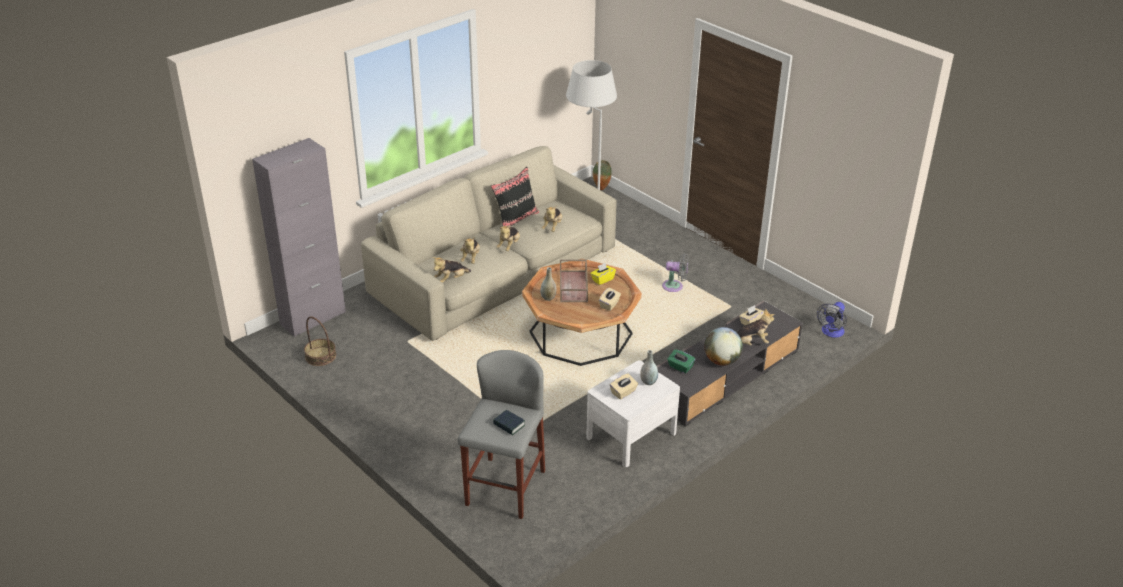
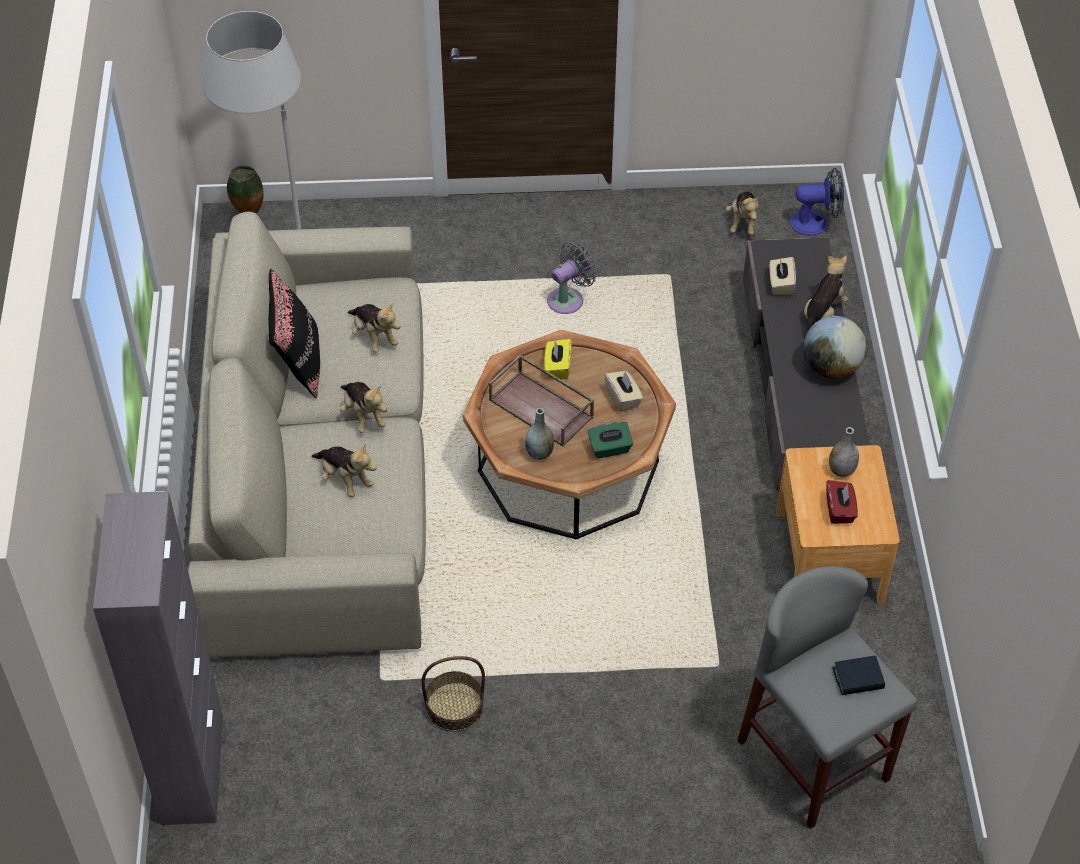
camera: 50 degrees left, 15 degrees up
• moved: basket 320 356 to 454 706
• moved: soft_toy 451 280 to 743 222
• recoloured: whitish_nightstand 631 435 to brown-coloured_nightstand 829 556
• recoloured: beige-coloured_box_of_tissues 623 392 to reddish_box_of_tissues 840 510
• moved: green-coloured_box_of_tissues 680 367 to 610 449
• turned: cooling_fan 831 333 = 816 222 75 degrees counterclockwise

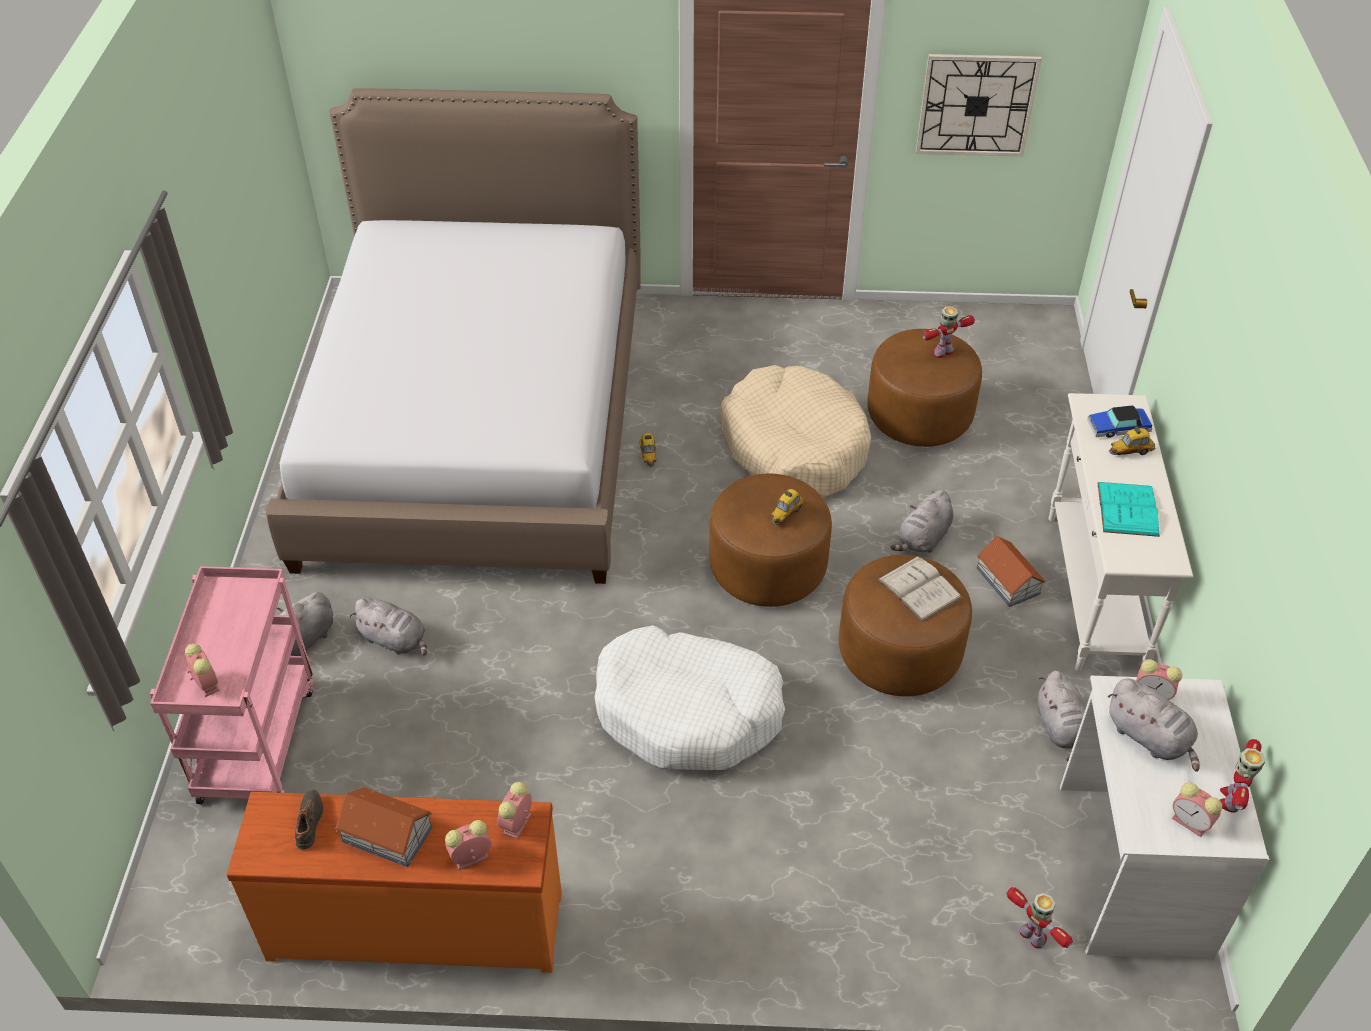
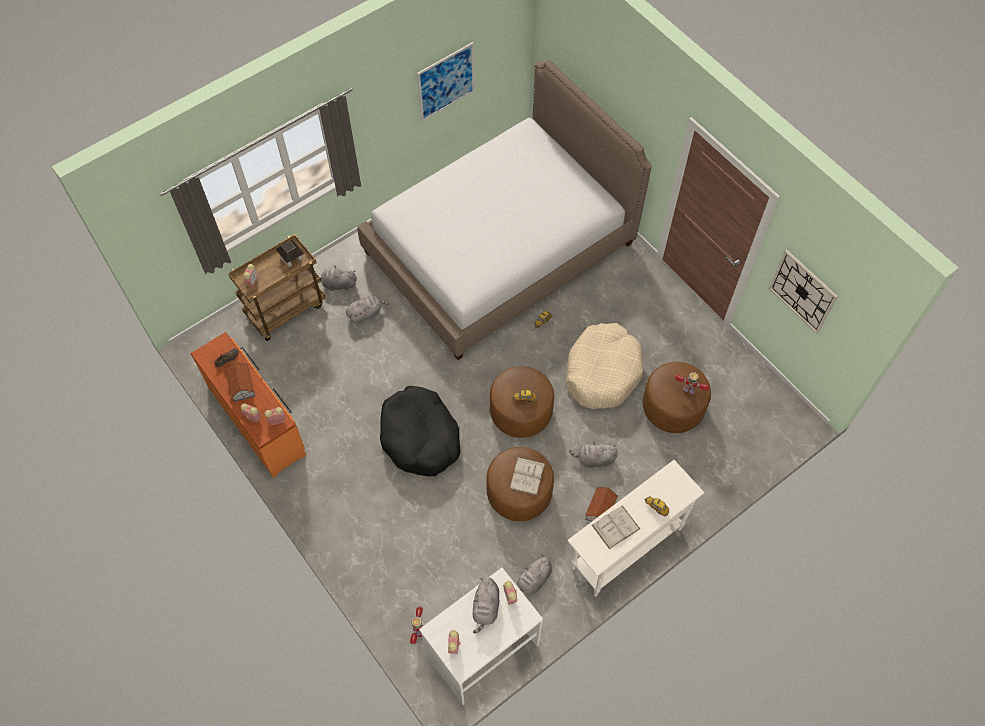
camera: 50 degrees right, 15 degrees up
• recoloured: pink-coloured_trolley 256 741 to brown-coloured_trolley 286 309
• turned: gray_soft_toy 395 640 = 366 313 105 degrees counterclockwise
• recoloured: whitish_dog_bed 687 712 to black_dog_bed 420 437
• removed: model_car 1118 428
• recoloured: turquoise_volume 1127 509 to whitish_volume 615 527
• removed: model_robot 1231 799
• added: miniature_house 291 258
• added: wall_art 446 82

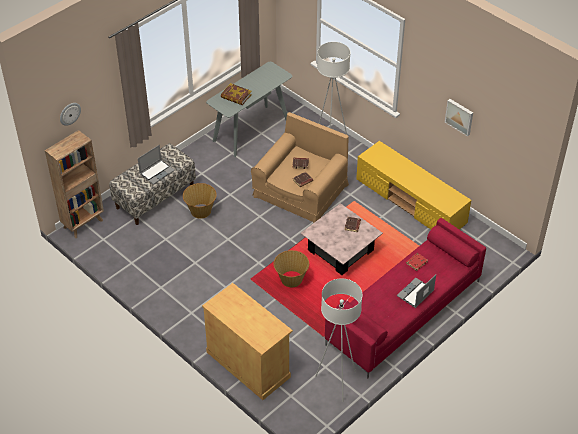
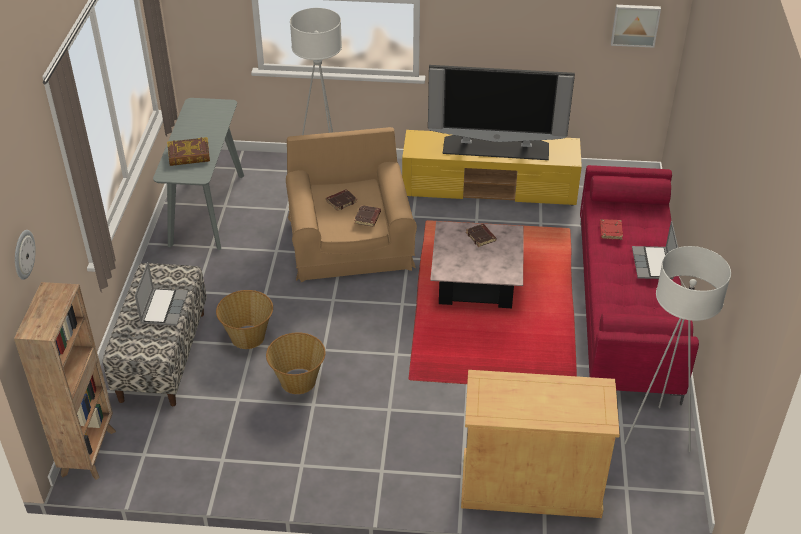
camera: 40 degrees left, 5 degrees down
• moved: basket 291 280 to 298 381
• moved: wall_art 459 116 to 635 24
• added: TV_set 496 147

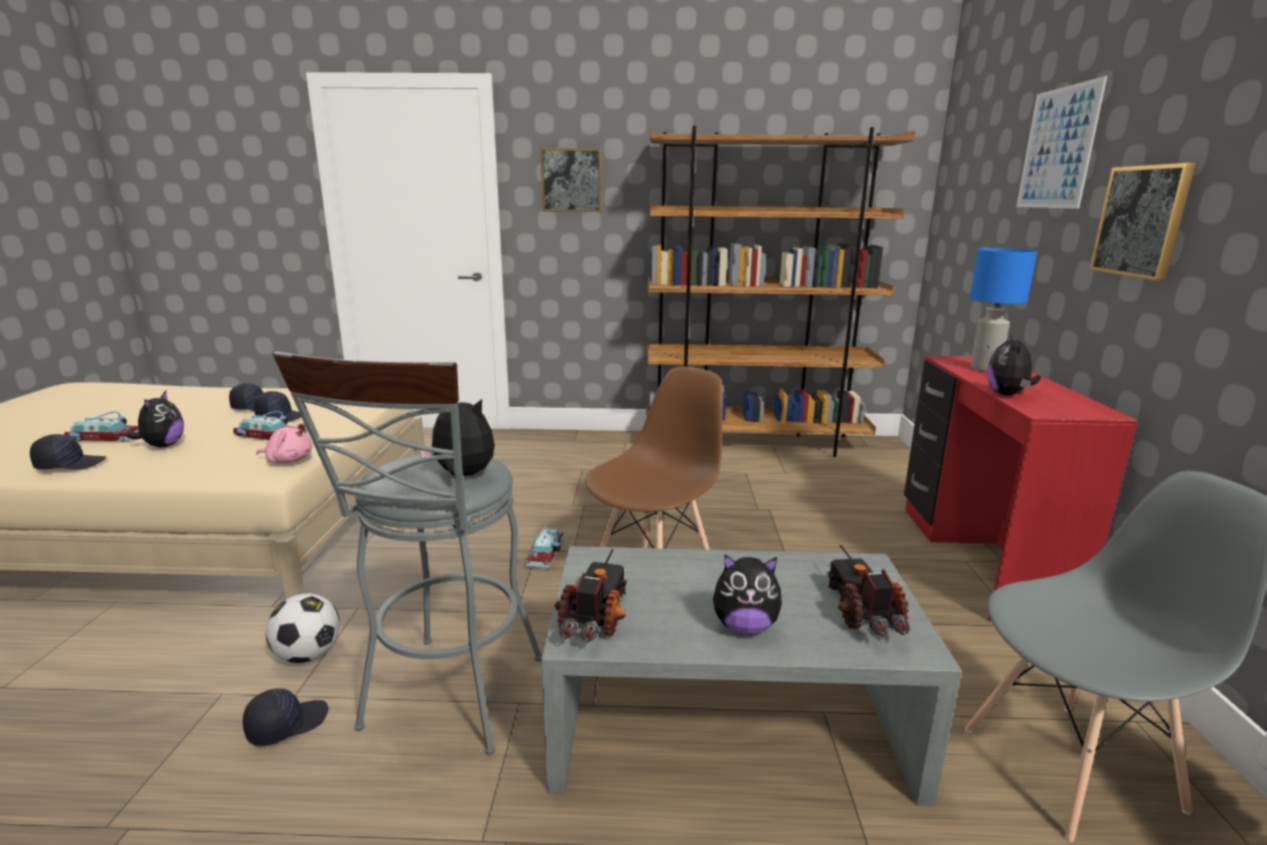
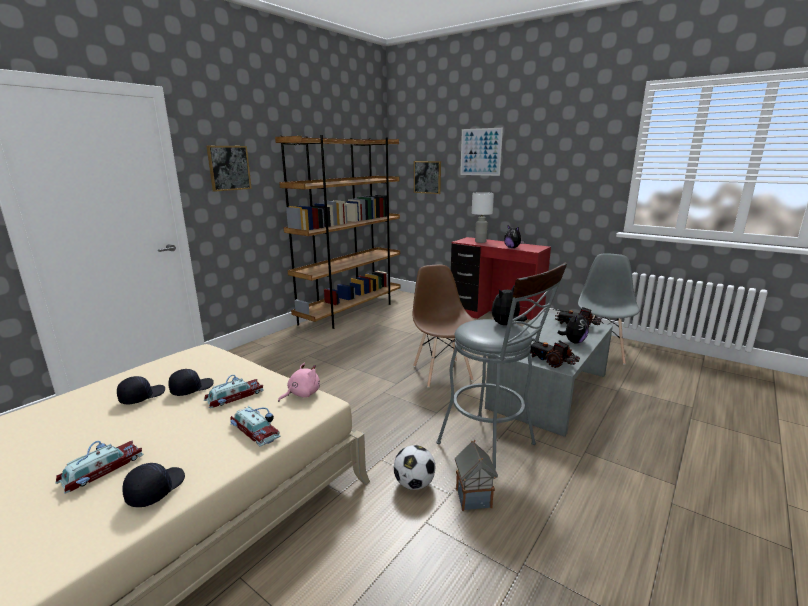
camera: 55 degrees left, 0 degrees up
• removed: soft_toy 163 446
• replaced: black_cap 287 724 to miniature_house 474 499
• moved: model_car 547 552 to 256 429
• recoloured: blue_lamp_for_a_table 985 369 to whitish_lamp_for_a_table 480 242
• moved: wall_art 1141 221 to 427 177

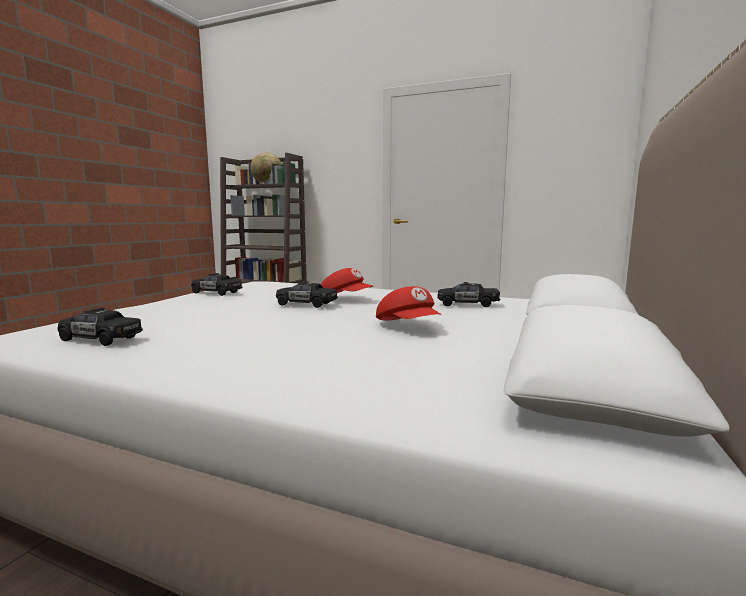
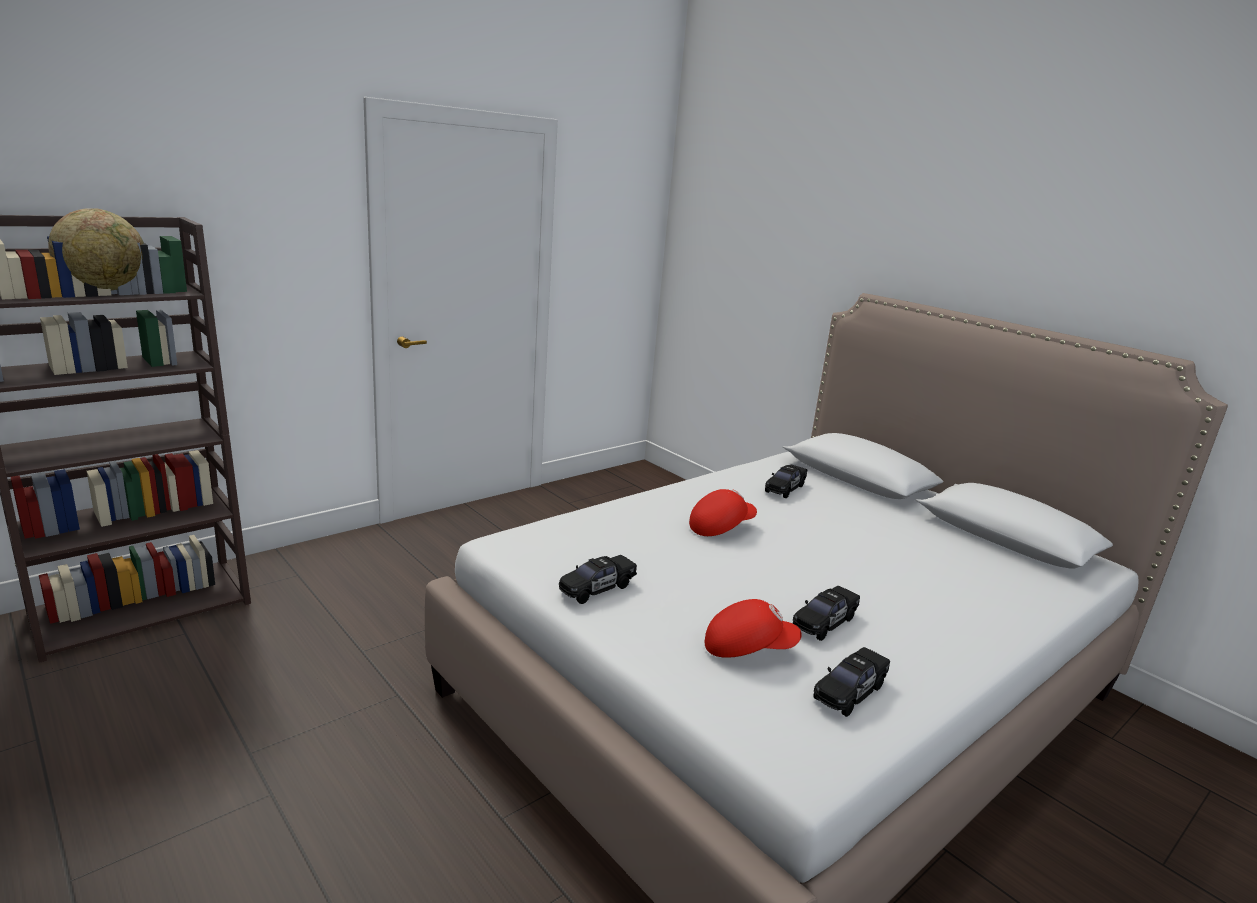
camera: 65 degrees left, 10 degrees up
• moved: black_model_car 306 304 to 824 622
• moved: reddish_cap 408 326 to 748 648

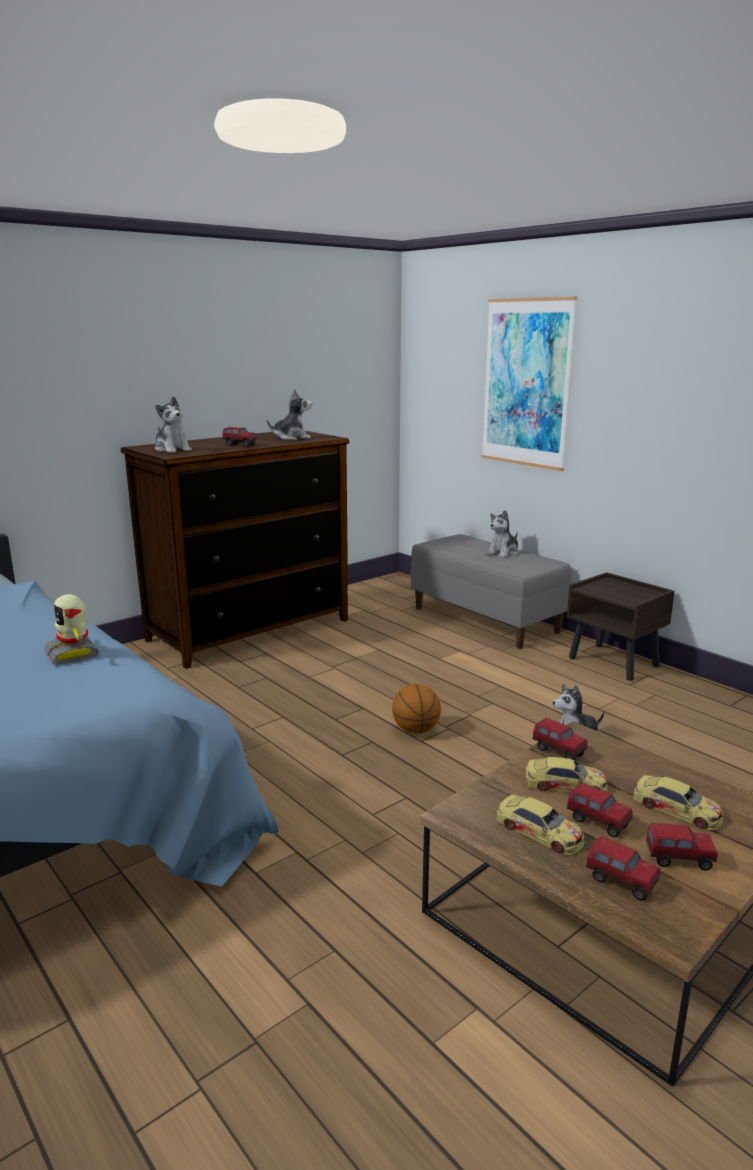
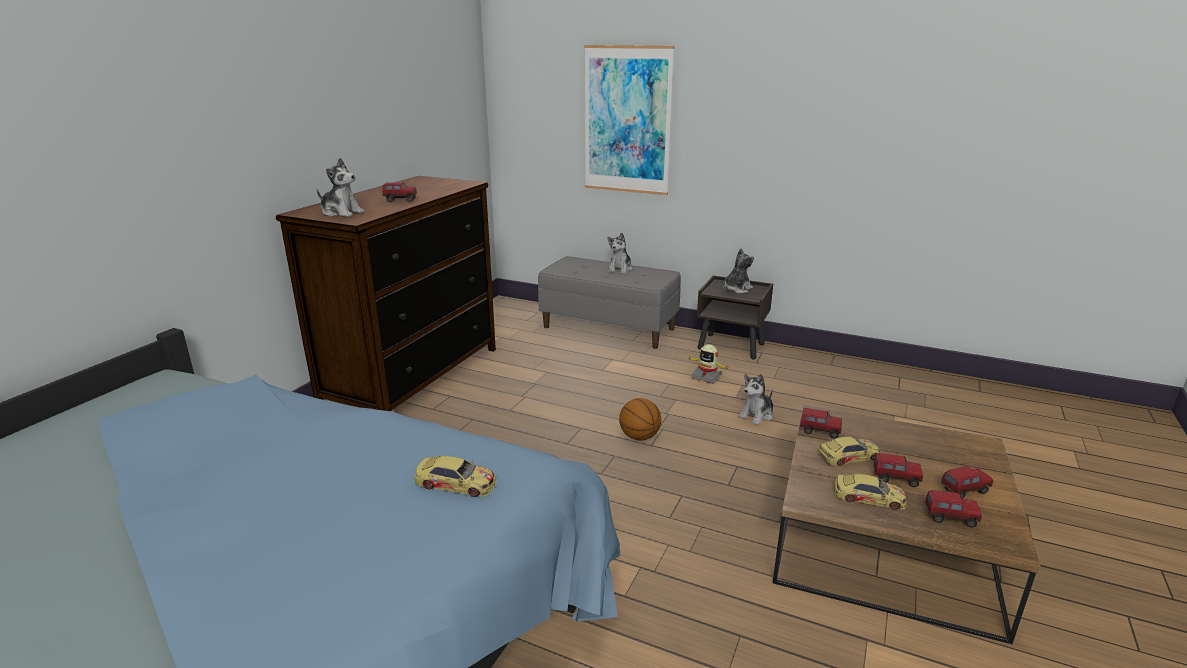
camera: 25 degrees left, 5 degrees up
• moved: model_robot 73 653 to 706 377
• moved: soft_toy 292 438 to 736 289
• moved: model_car 677 809 to 456 483

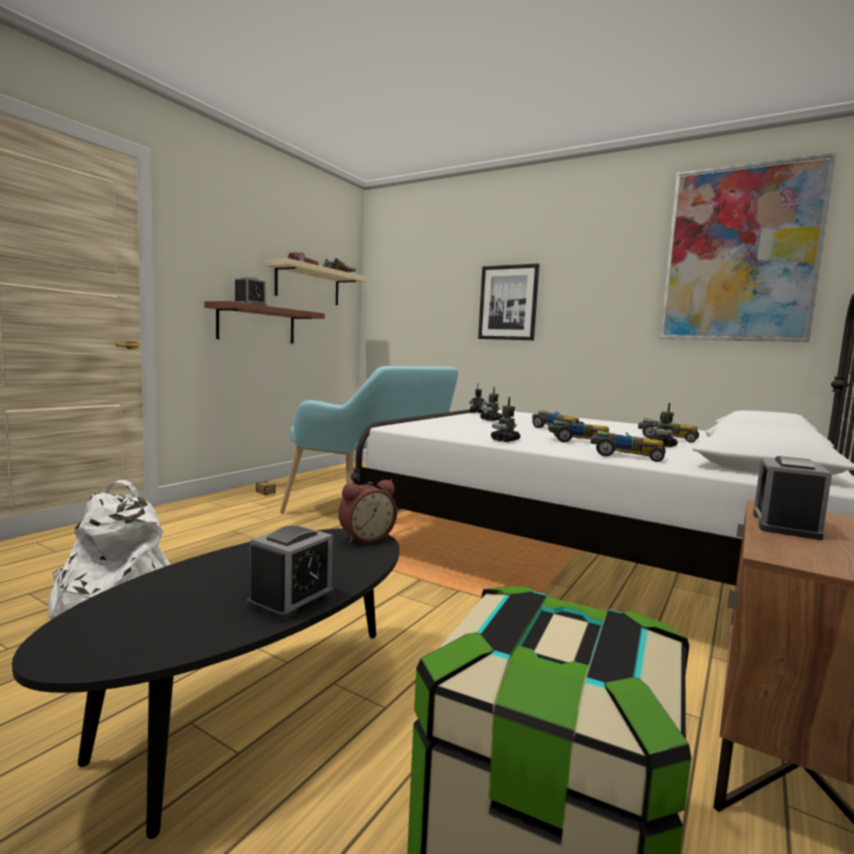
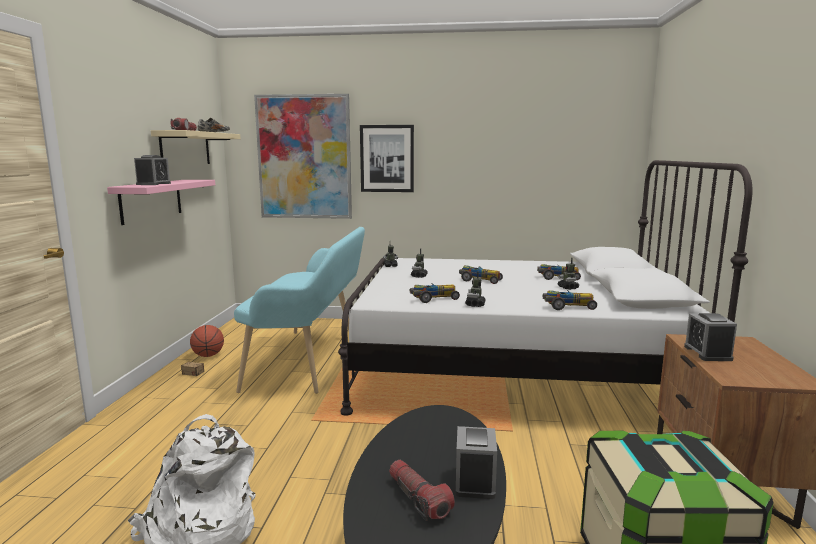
camera: 25 degrees left, 5 degrees up
• recoloured: brown-coloured_wall_shelf 257 324 to pink-coloured_wall_shelf 151 200
• removed: table_clock 365 537
• moved: model_car 577 441 to 433 299
• moved: wall_art 740 254 to 304 157
• added: ball_for_basketball 208 355
• added: torch 418 498

